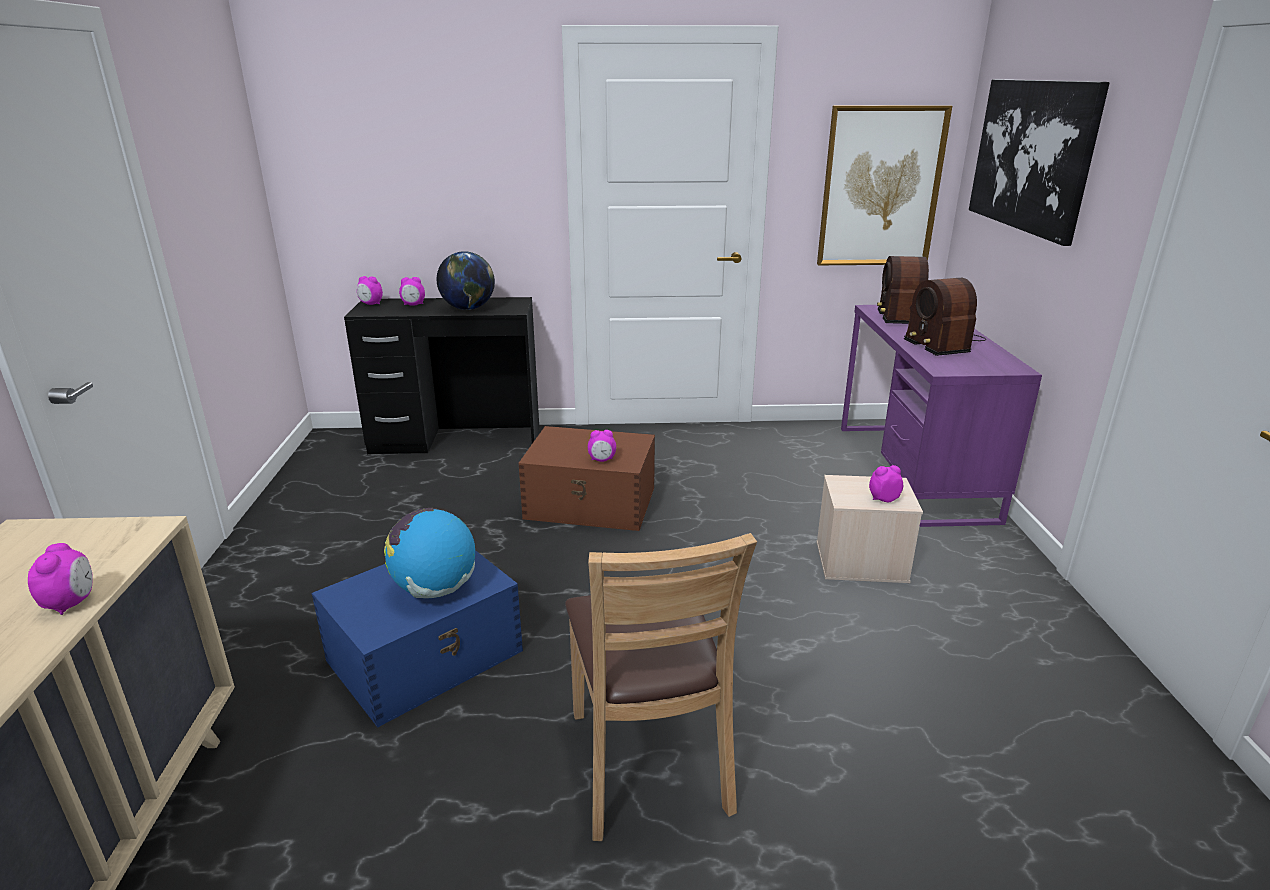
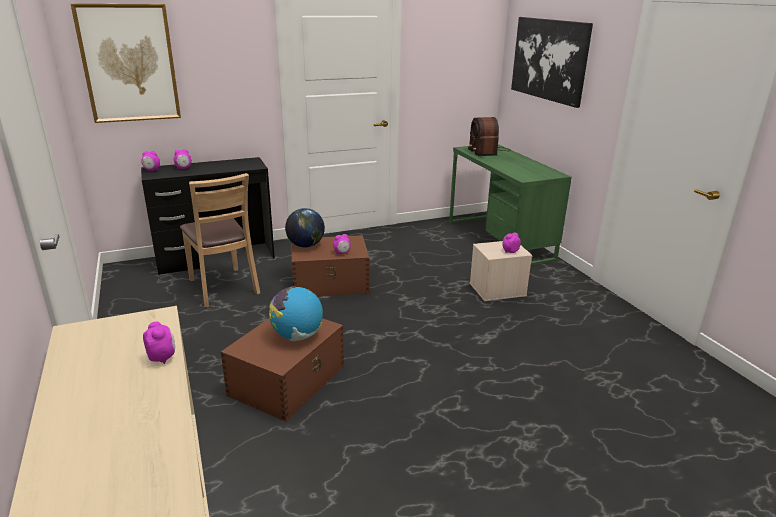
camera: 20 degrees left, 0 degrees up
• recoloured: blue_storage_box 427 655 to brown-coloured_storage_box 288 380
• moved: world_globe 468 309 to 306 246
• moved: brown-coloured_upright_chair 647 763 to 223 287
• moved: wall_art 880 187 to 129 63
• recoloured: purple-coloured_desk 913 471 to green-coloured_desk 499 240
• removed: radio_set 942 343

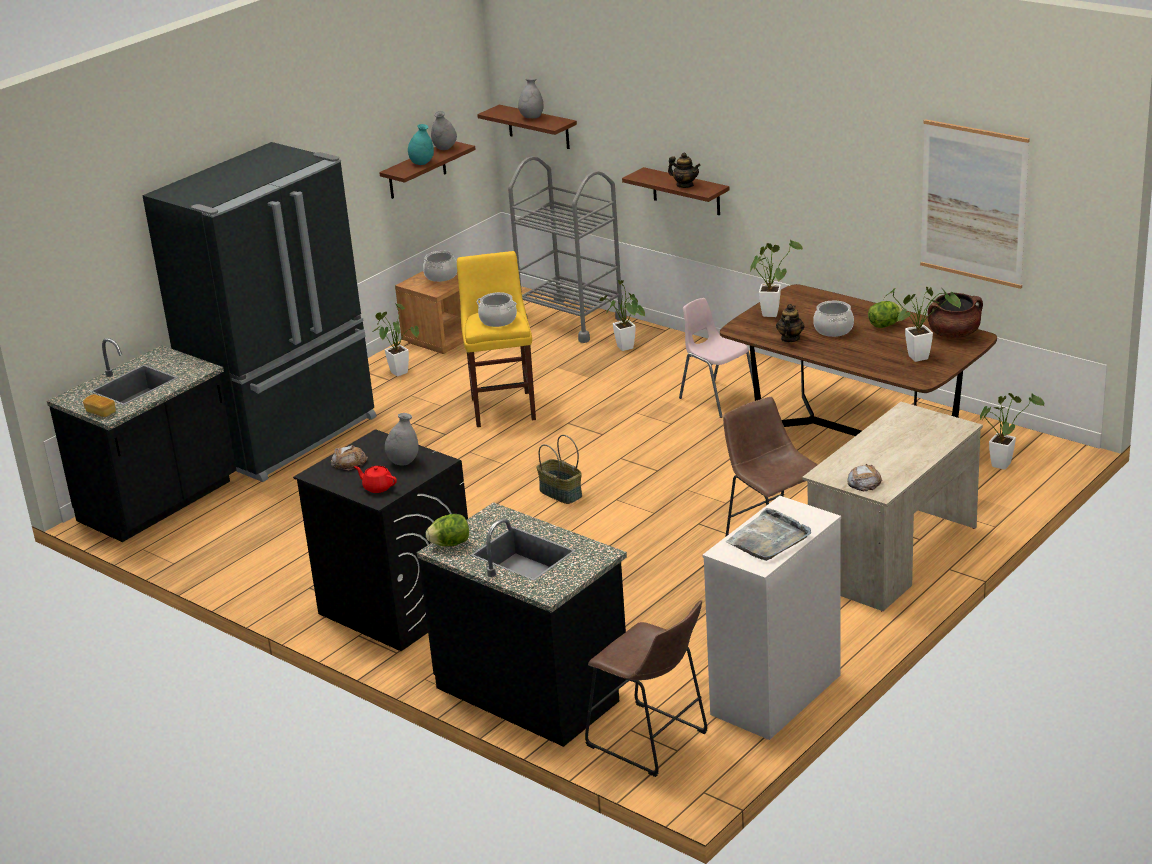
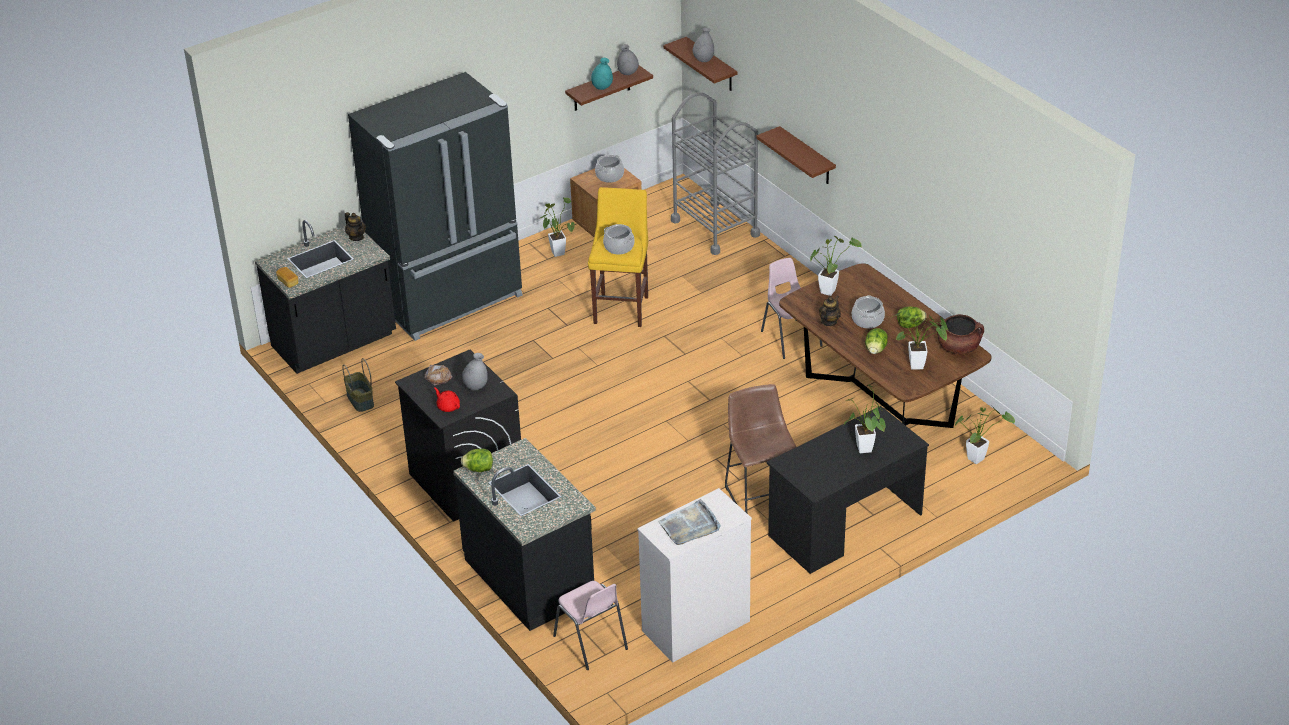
camera: 15 degrees right, 10 degrees up
• moved: basket 560 493 to 359 400
• replaced: brown-coloured_stool 651 742 to pink-coloured_upright_chair 591 643
• moved: houseplant 626 349 to 864 451
• moved: pot_for_tea 685 185 to 356 237
• recoloured: beige-coloured_desk 893 556 to black_desk 845 525
• removed: baked_bread 864 482
• removed: wall_art 973 203
• added: lettuce_head 875 350

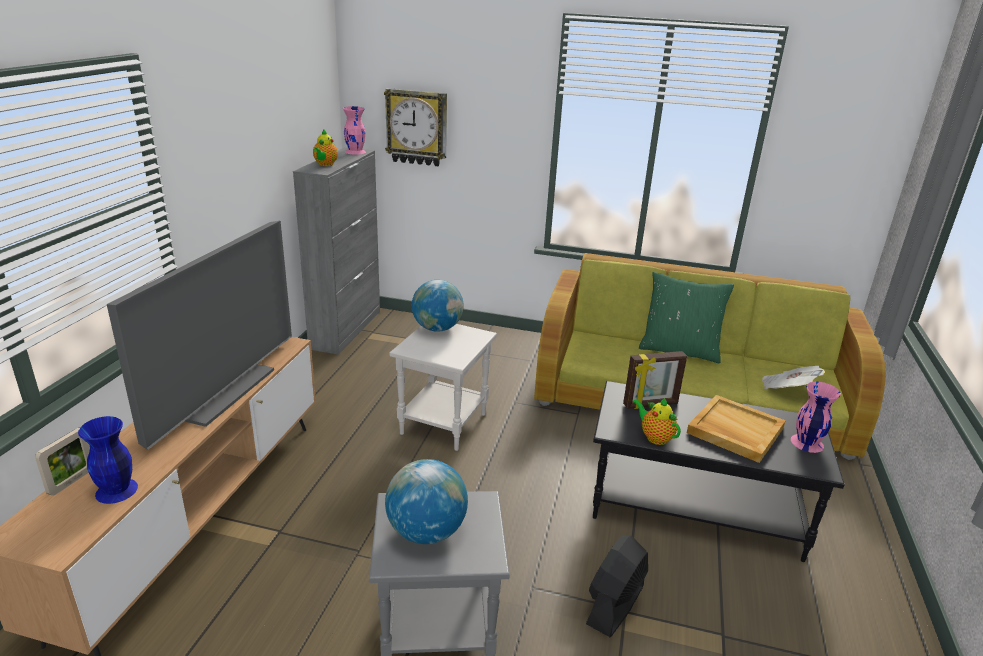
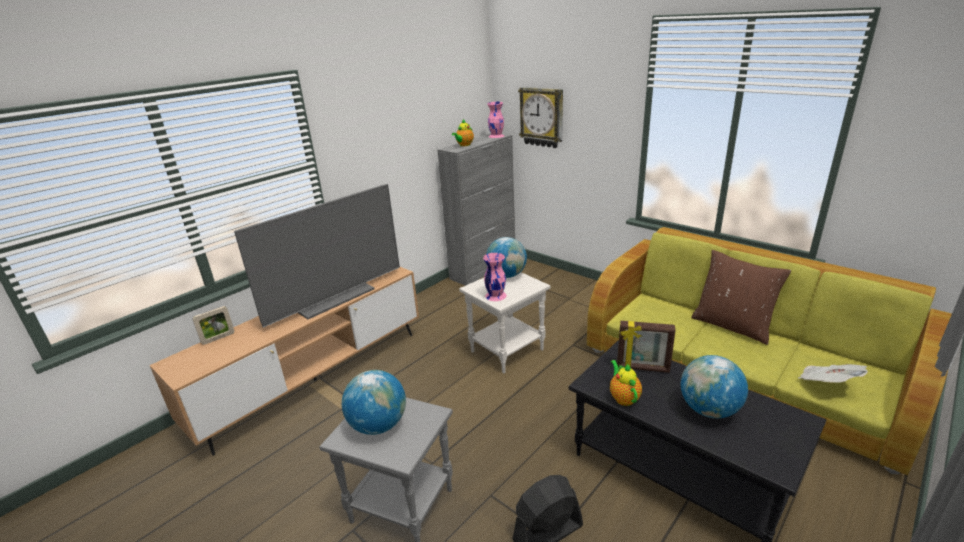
camera: 30 degrees right, 0 degrees up
• removed: blue_vase 116 491
• recoloured: green-coloured_pillow 679 350 to brown-coloured_pillow 732 325
• replaced: beige-coloured_tray 734 431 to world_globe 708 410
• moved: pink-coloured_vase 806 442 to 495 295

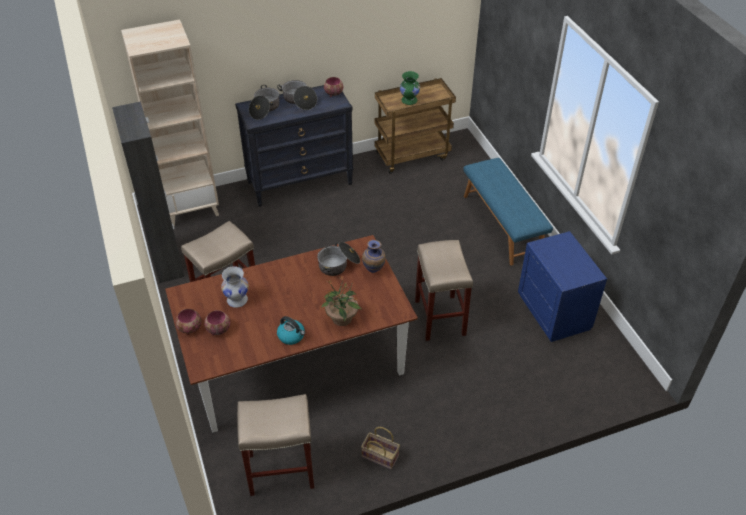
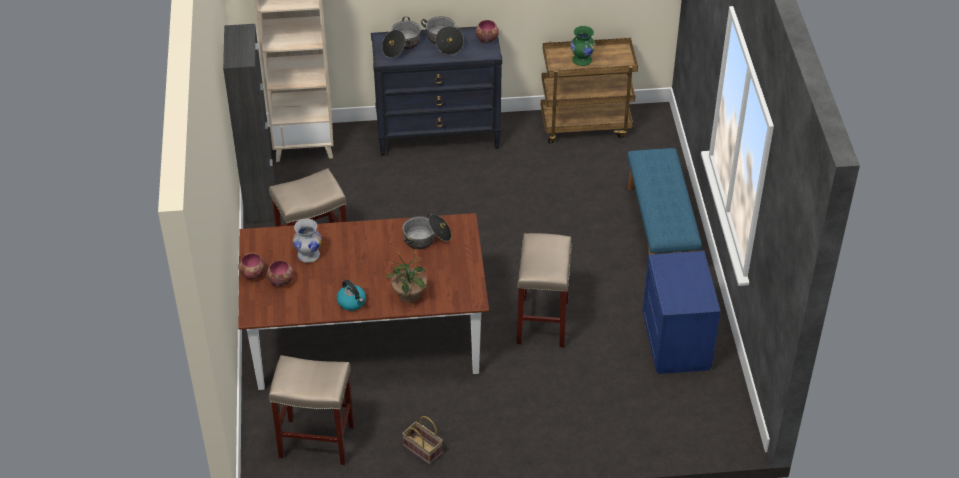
camera: 15 degrees right, 0 degrees up
• removed: vase 374 270

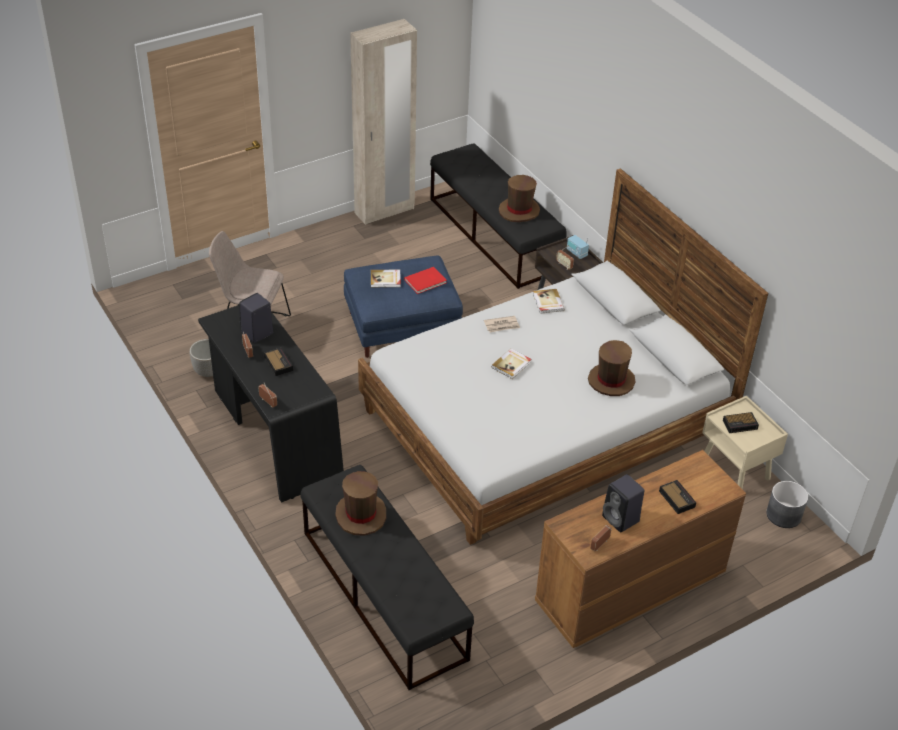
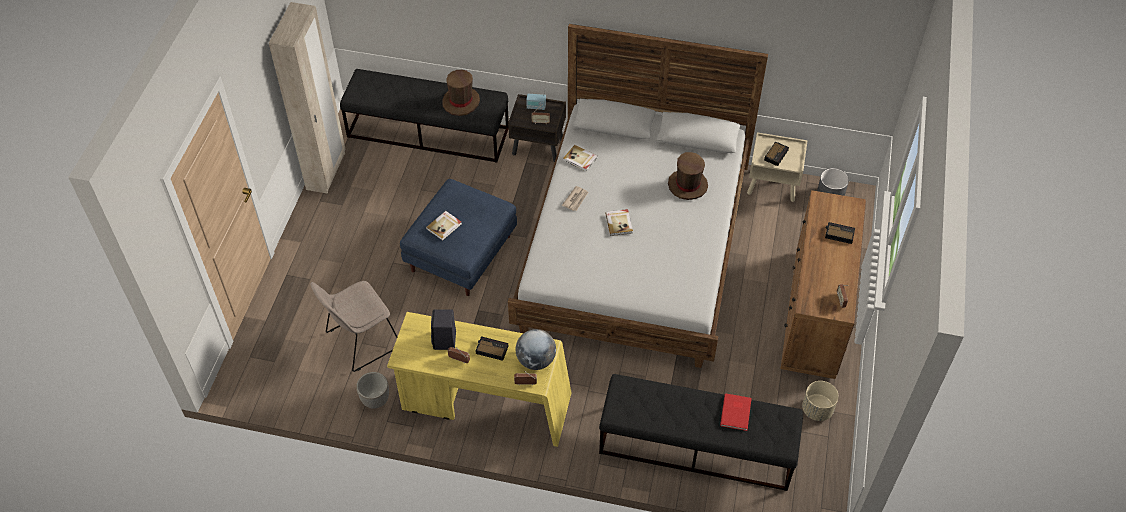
camera: 45 degrees left, 10 degrees up
• recoloured: black_desk 273 434 to yellow-coloured_desk 485 404
• removed: brown-coloured_clothing_hat 361 515
• moved: reddish_volume 426 281 to 736 412
• removed: black_audio_speaker 621 519
• added: world_globe 536 360
• added: beige-coloured_planter 817 410

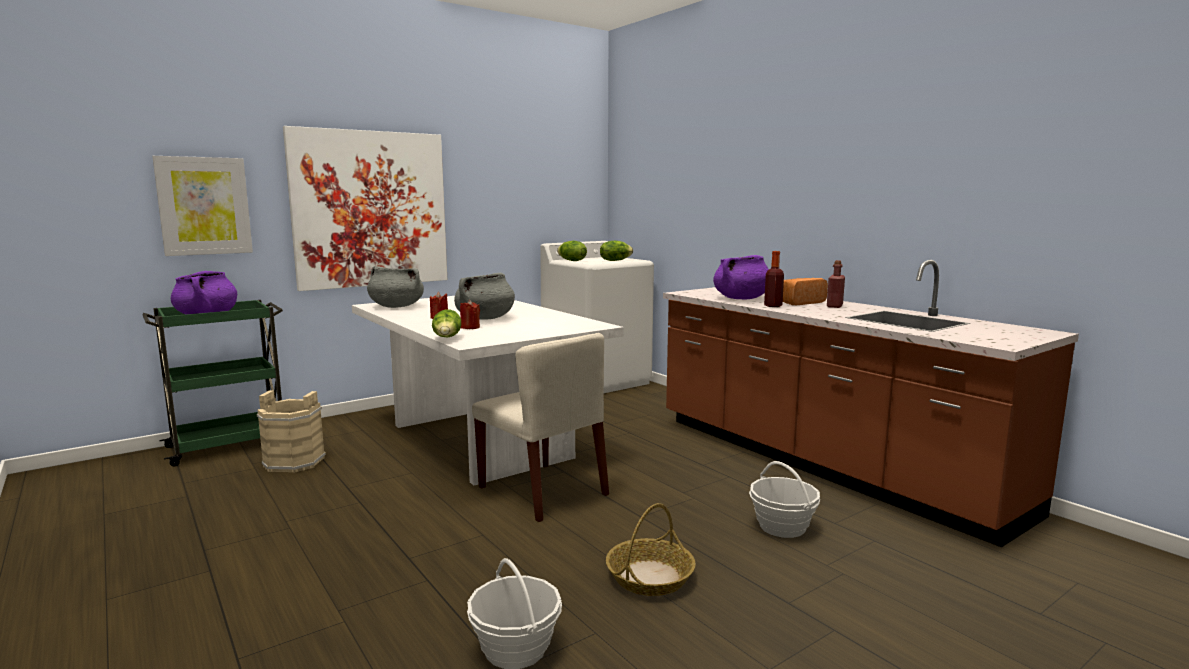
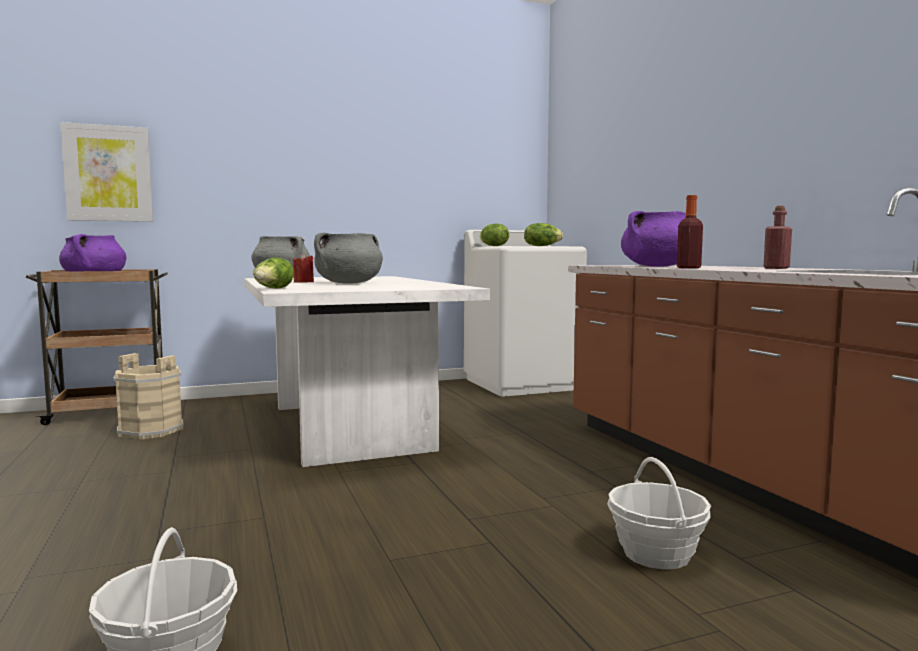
camera: 15 degrees right, 5 degrees down
• recoloured: green-coloured_trolley 229 445 to brown-coloured_trolley 110 412
• removed: wall_art 370 209
• removed: reddish_wax_candle 470 327
• removed: beige-coloured_upright_chair 543 491
• removed: basket 650 577
• removed: baked_bread 800 302

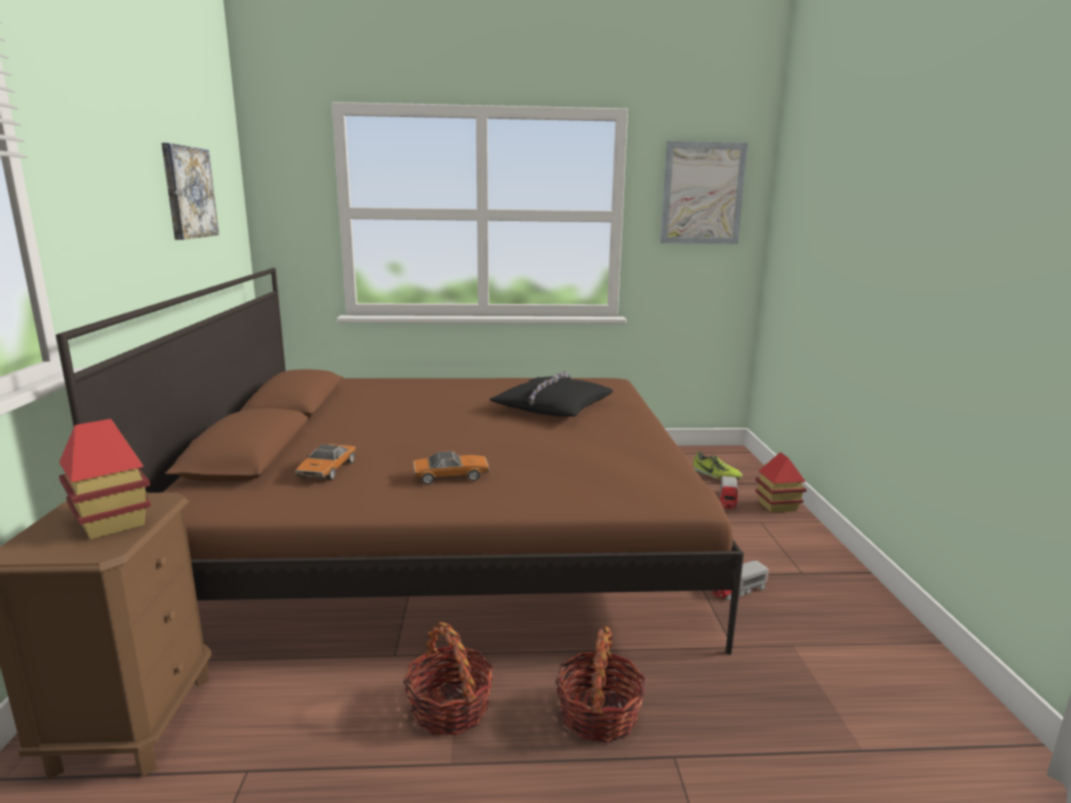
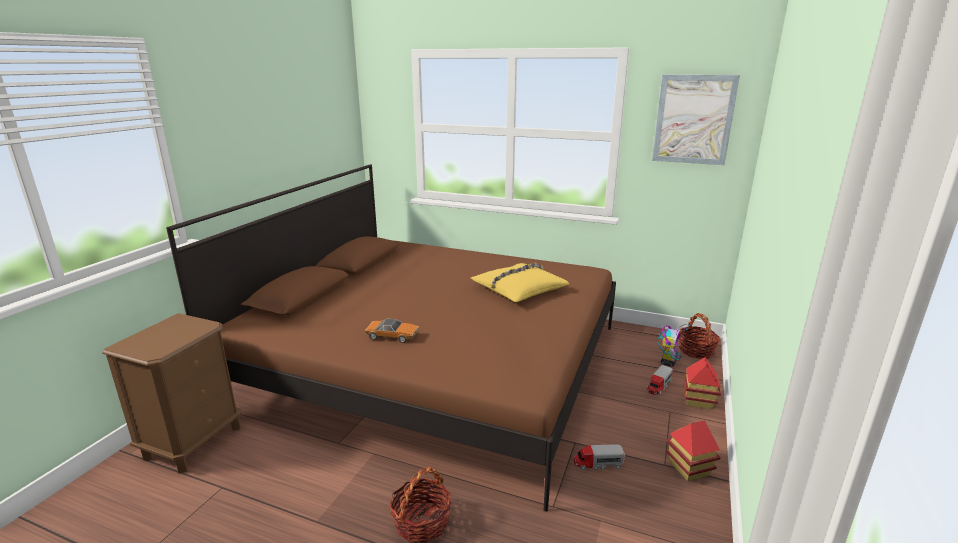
camera: 25 degrees right, 5 degrees up
• moved: miniature_house 111 522 to 688 468
• removed: wall_art 188 192
• removed: model_car 327 470
• moved: basket 450 708 to 696 351
• recoloured: black_pillow 552 407 to yellow-coloured_pillow 518 289
• replaced: low_shoe 716 476 to model_robot 668 362

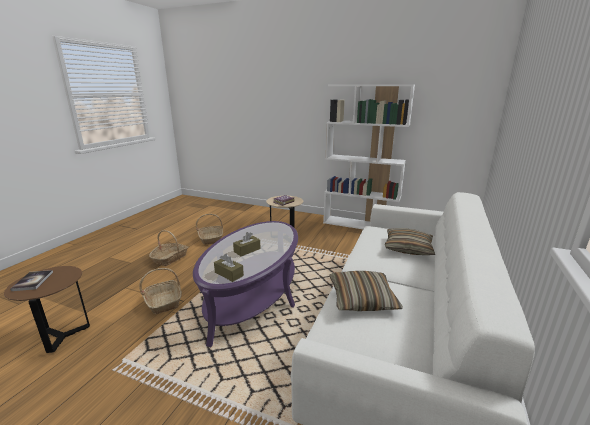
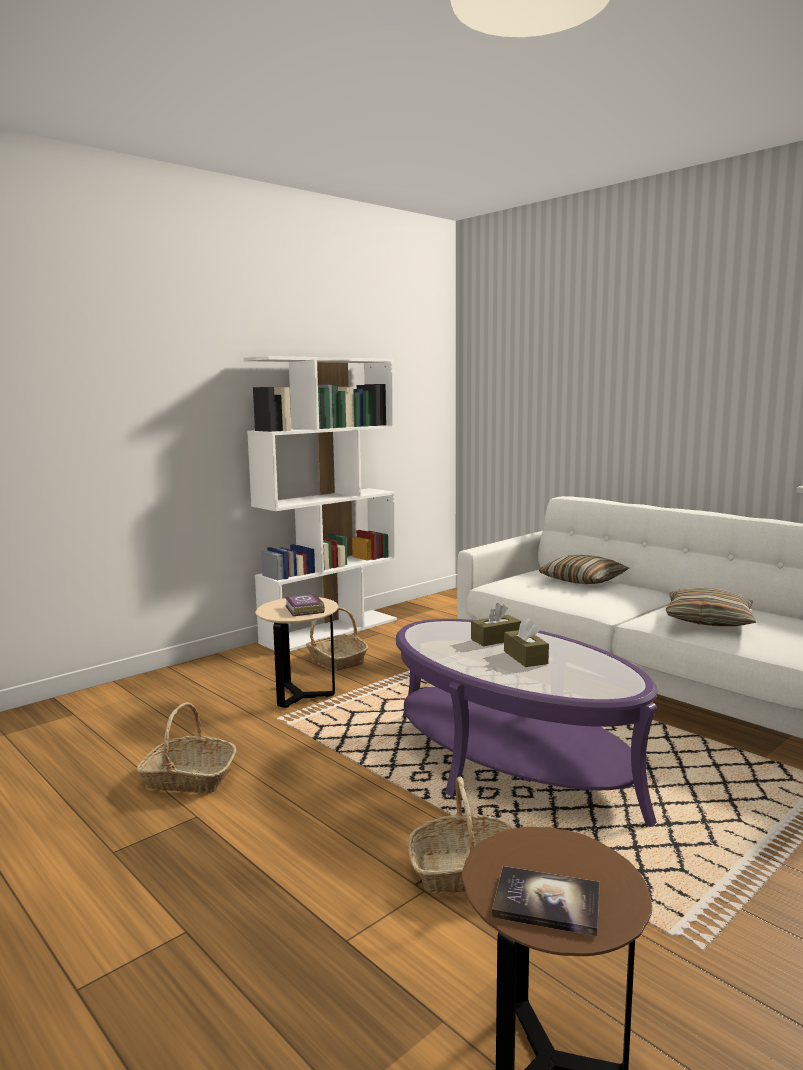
camera: 65 degrees left, 10 degrees down
• moved: basket 170 258 to 336 660
• moved: brown-coloured_box_of_tissues 229 274 to 495 639

